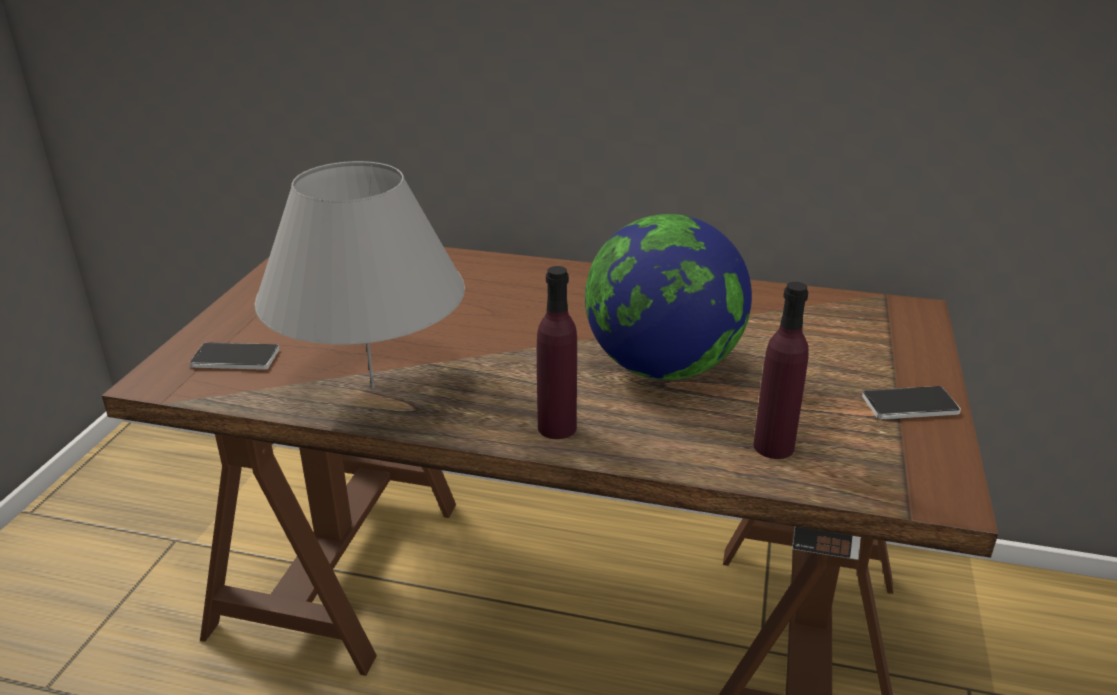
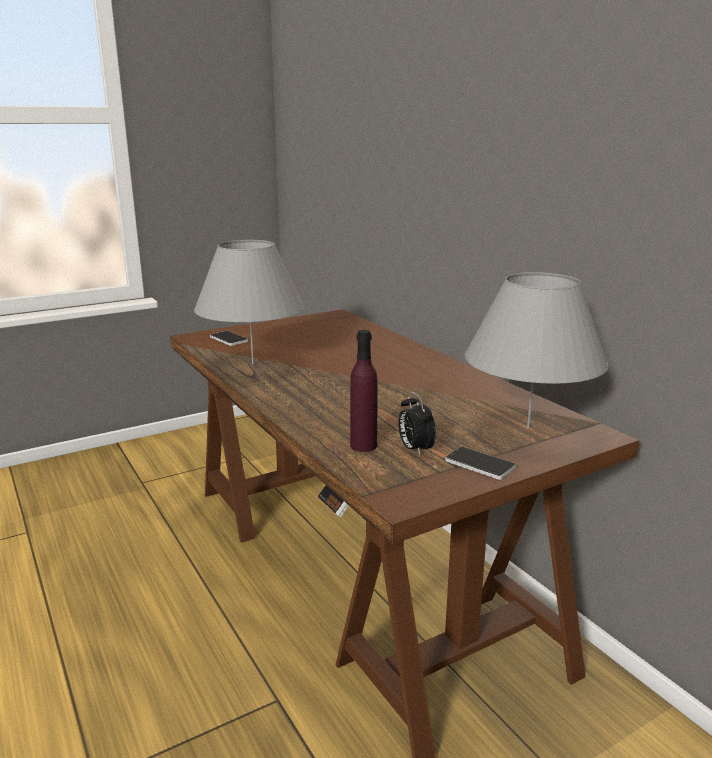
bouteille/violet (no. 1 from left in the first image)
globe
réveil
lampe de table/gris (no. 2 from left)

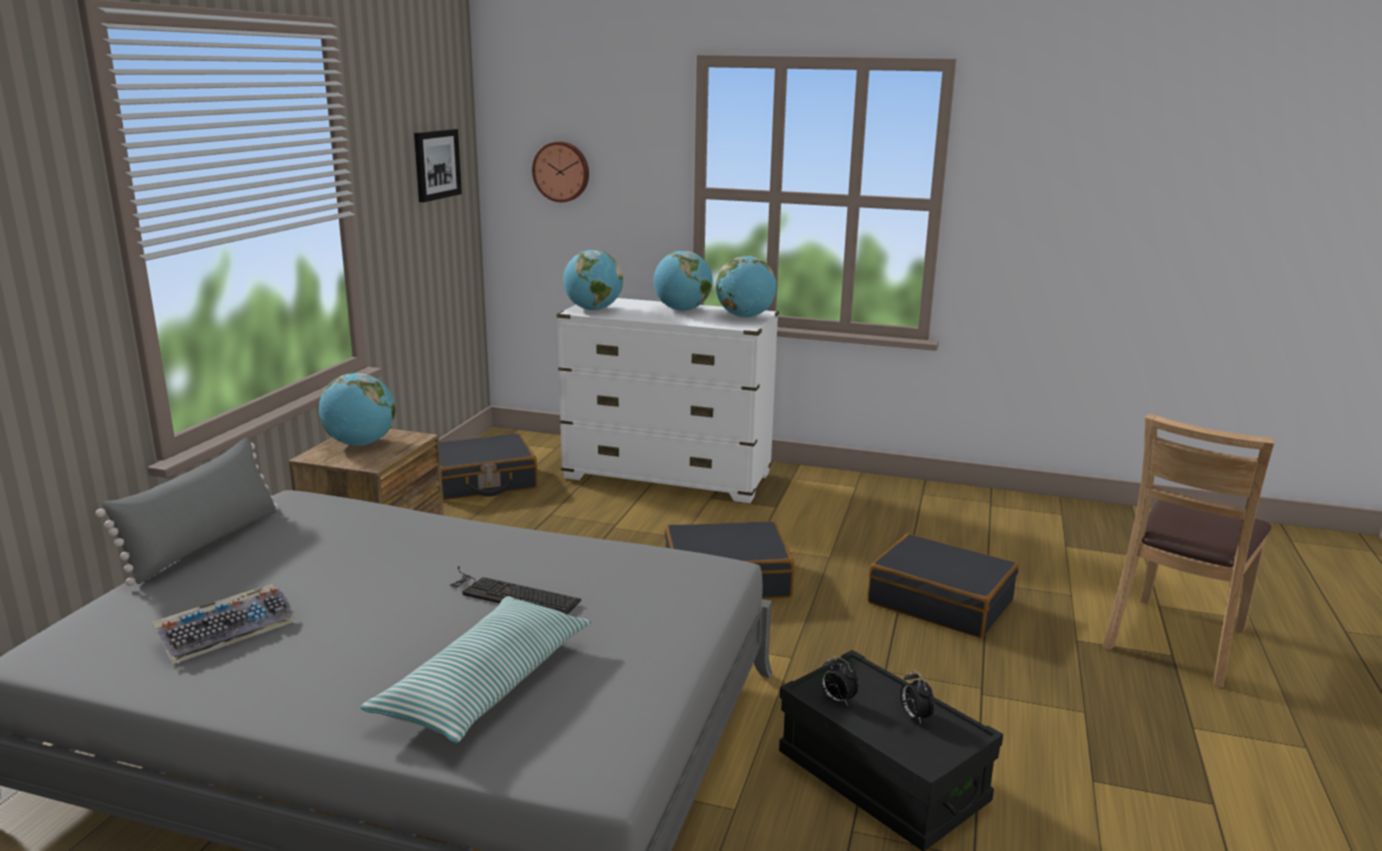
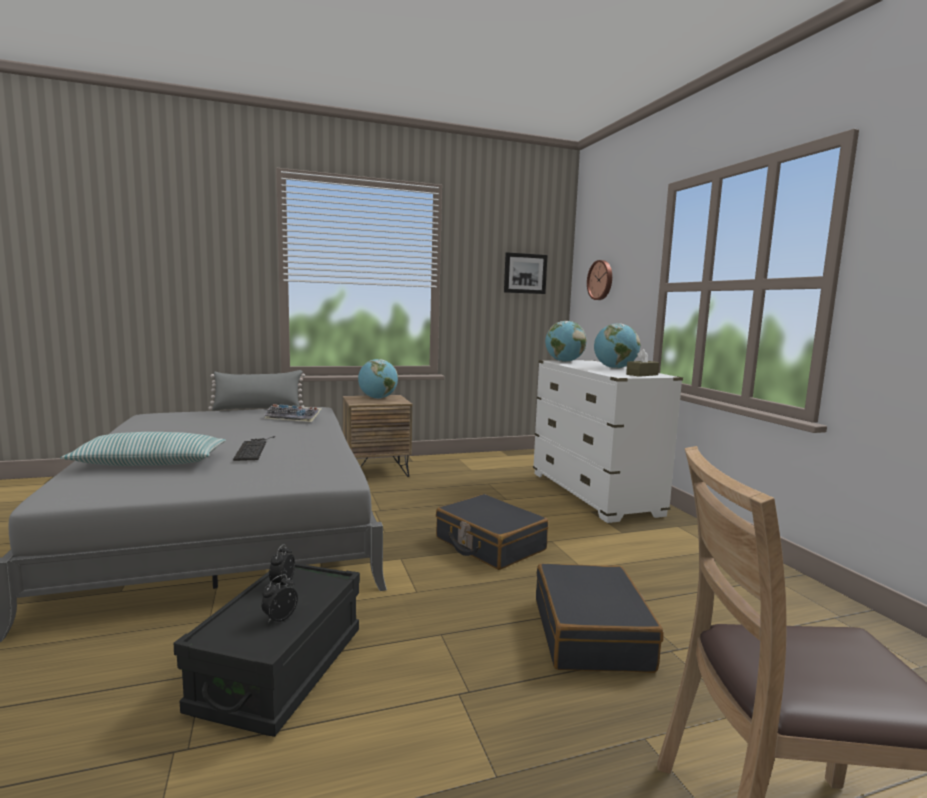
clavier (no. 2 from left)
valise/noir (no. 1 from left in the first image)
boîte à mouchoirs/marron

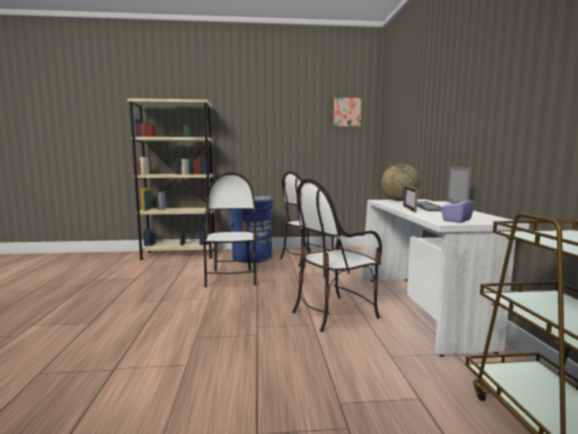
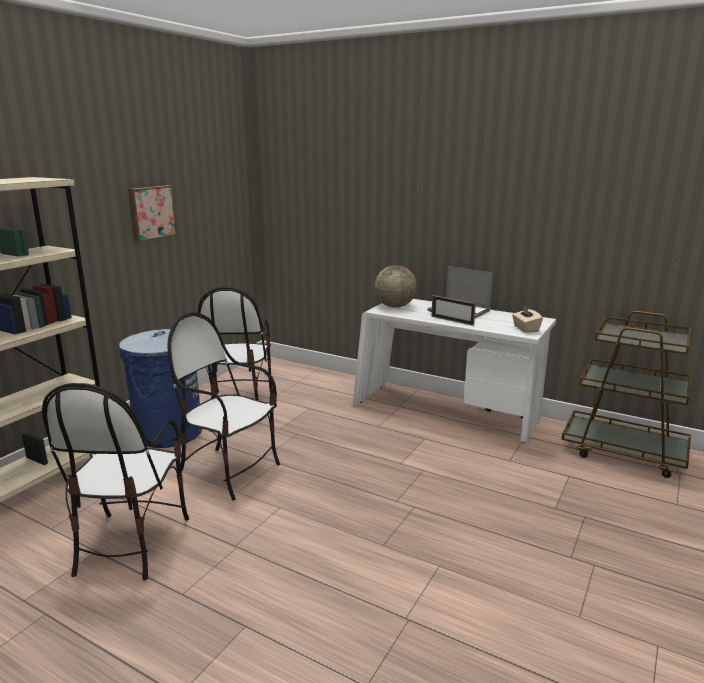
chaise (no. 1 from left)
tableau
boîte à mouchoirs/beige

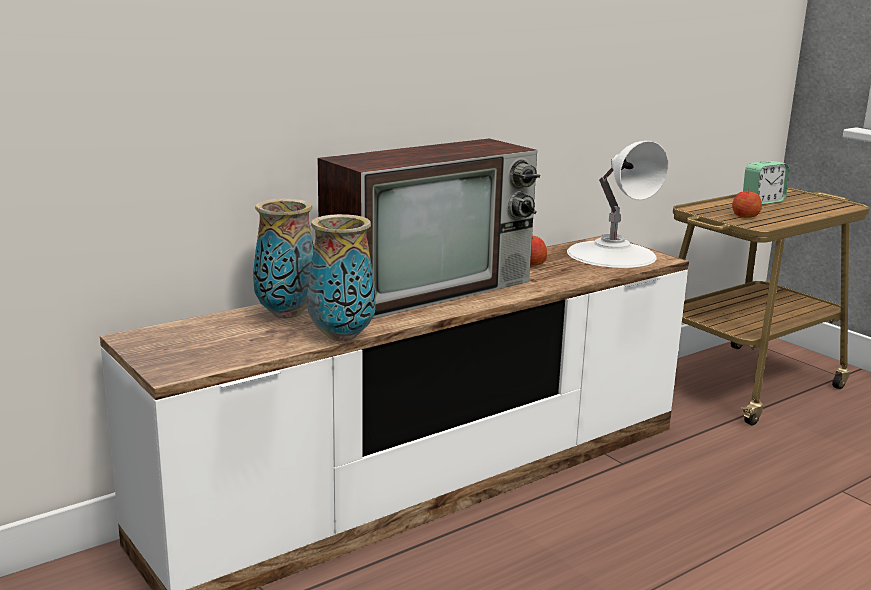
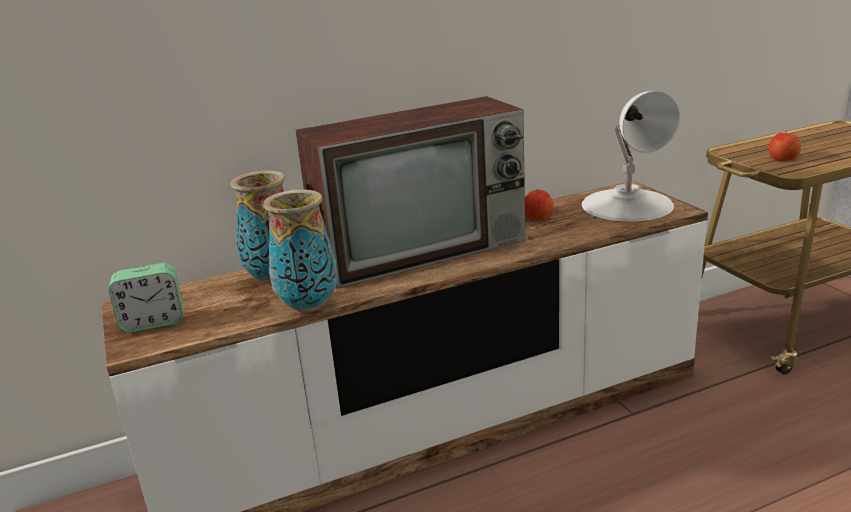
réveil

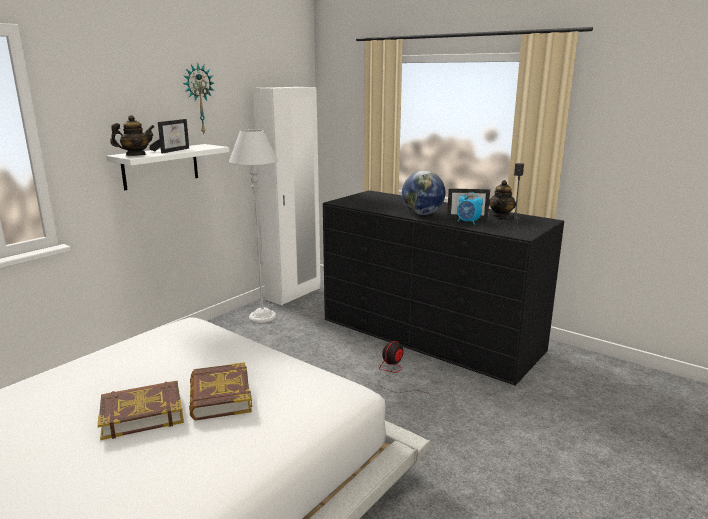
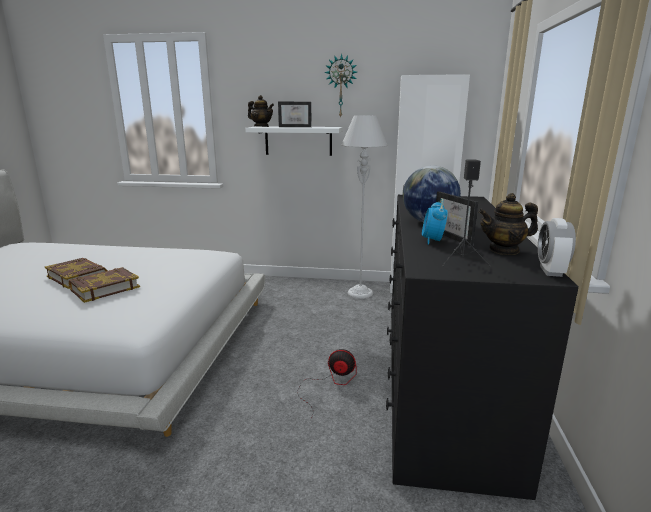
réveil (no. 2 from left)

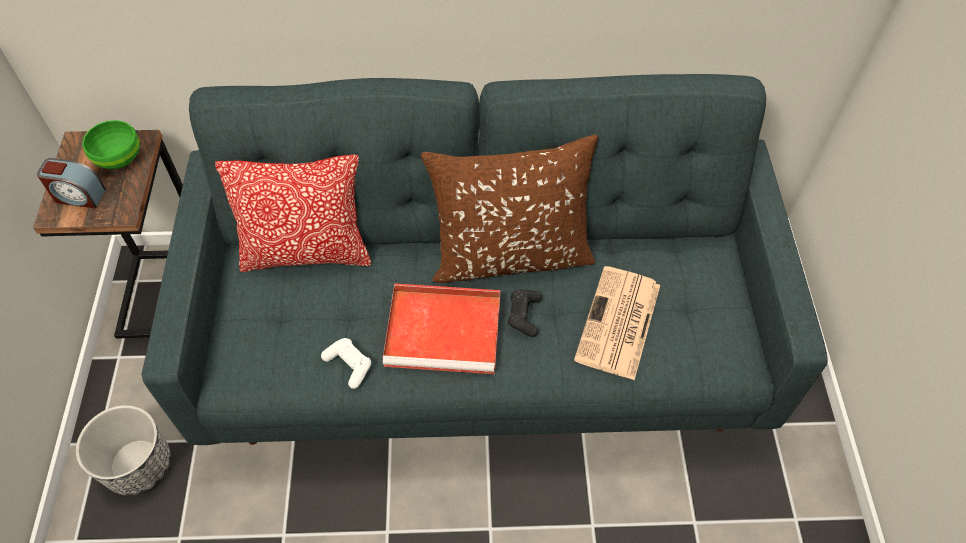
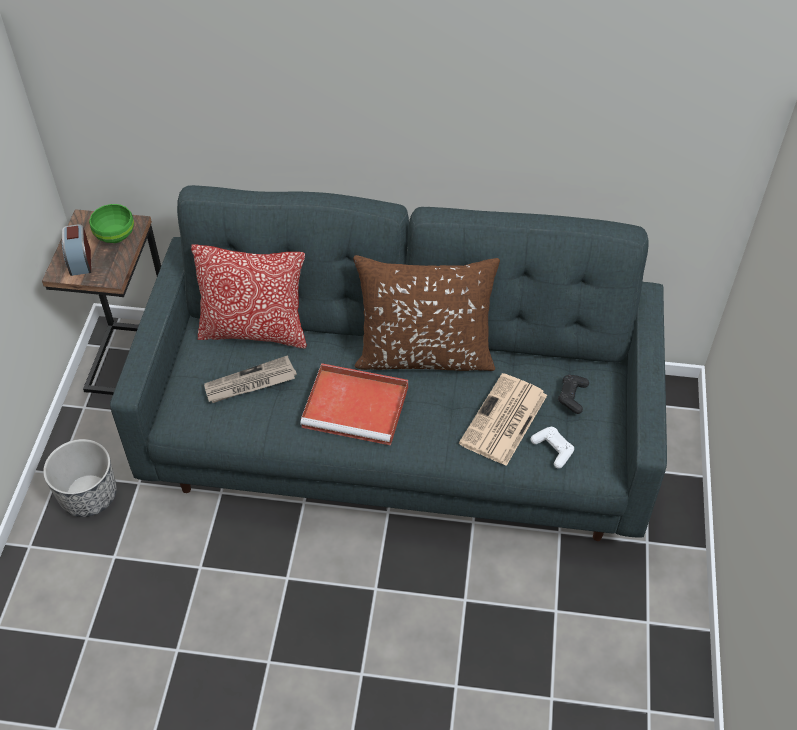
réveil
manette/blanc
manette/noir
journal (no. 1 from left)

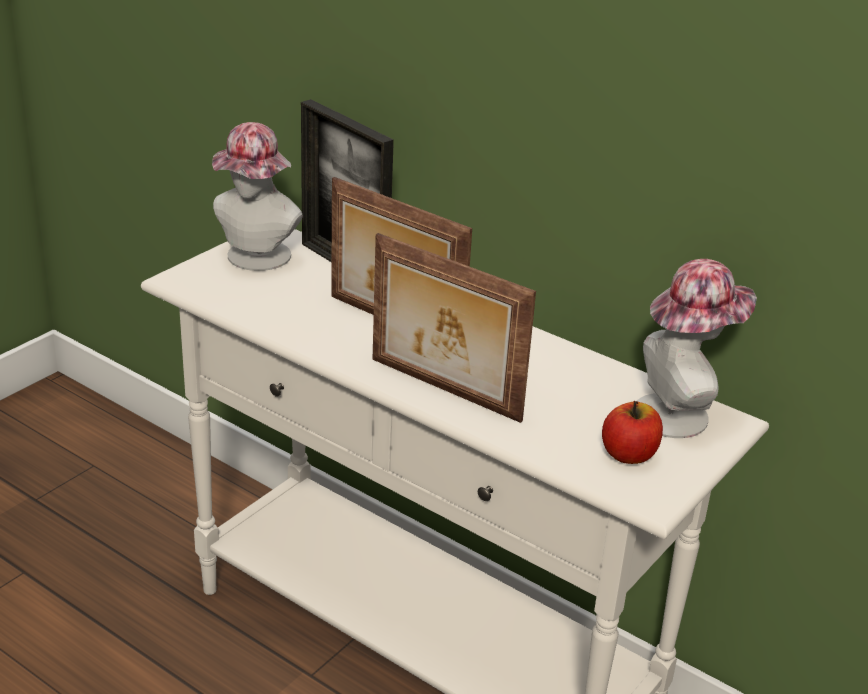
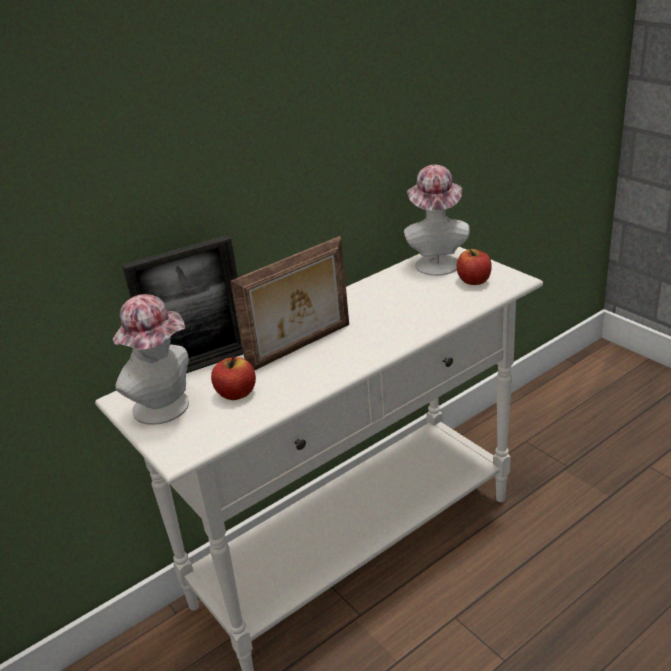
cadre photo (no. 3 from left in the first image)
pomme (no. 1 from left)

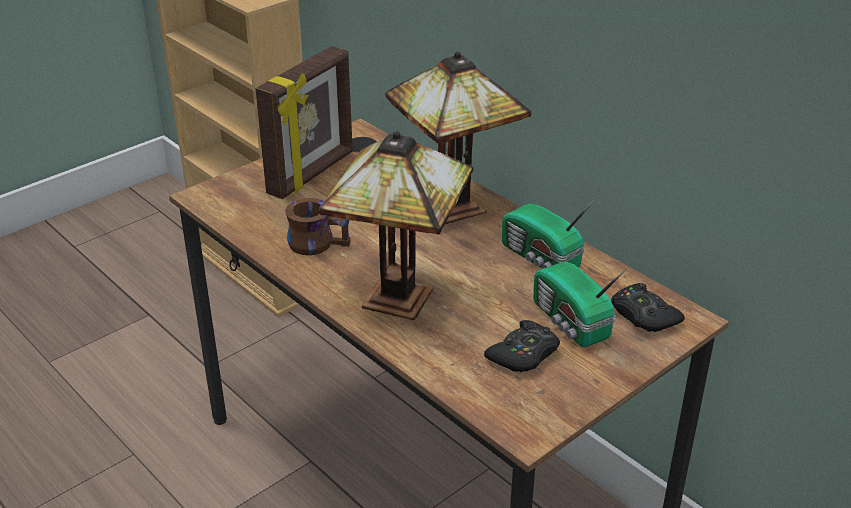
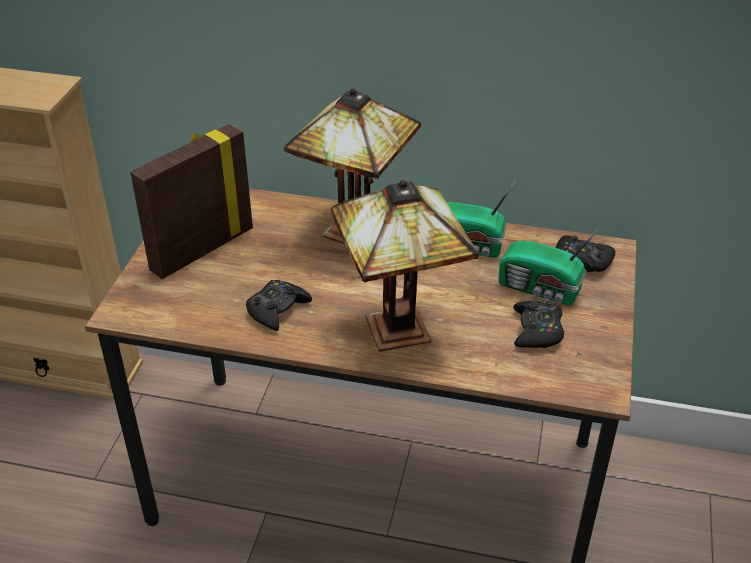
cadre photo
manette/noir (no. 1 from left)

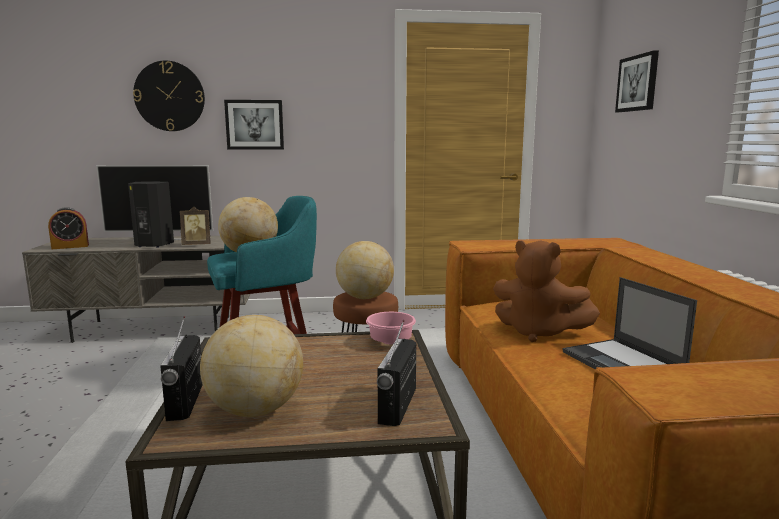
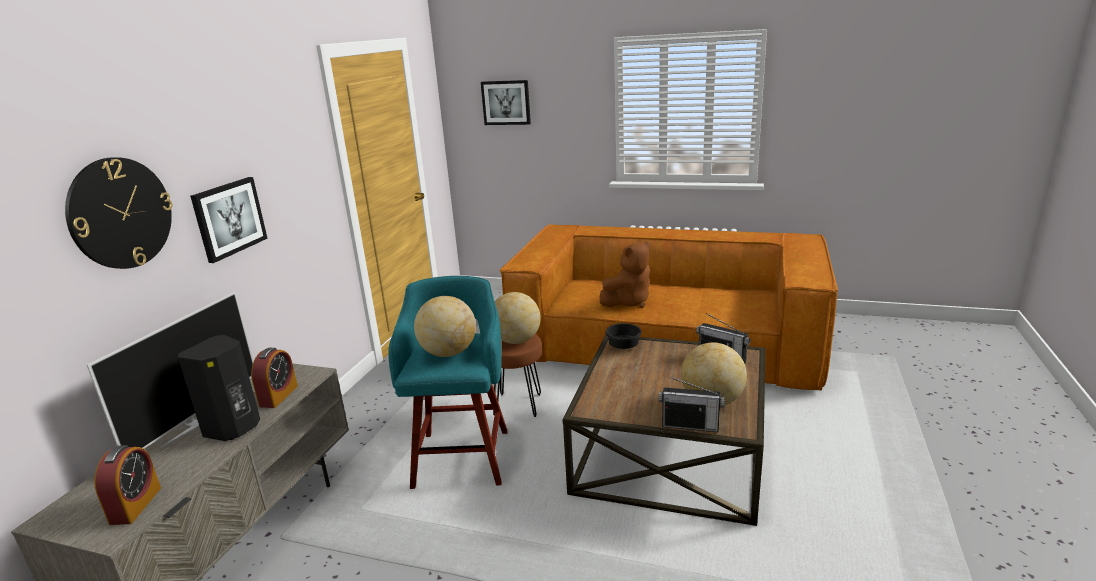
réveil (no. 2 from left)
bol/noir
ordinateur portable

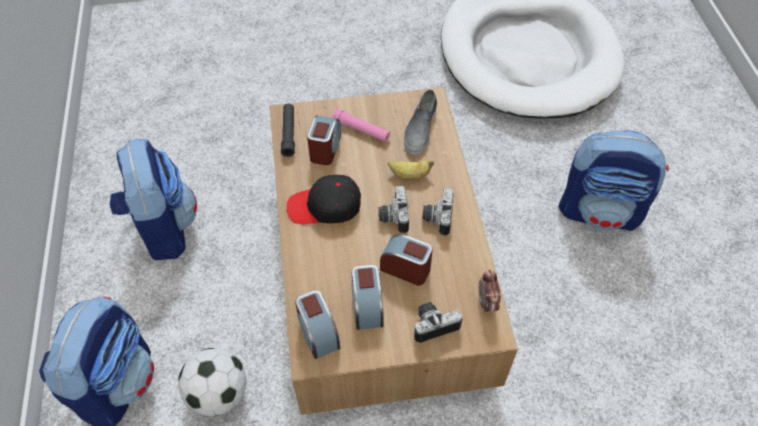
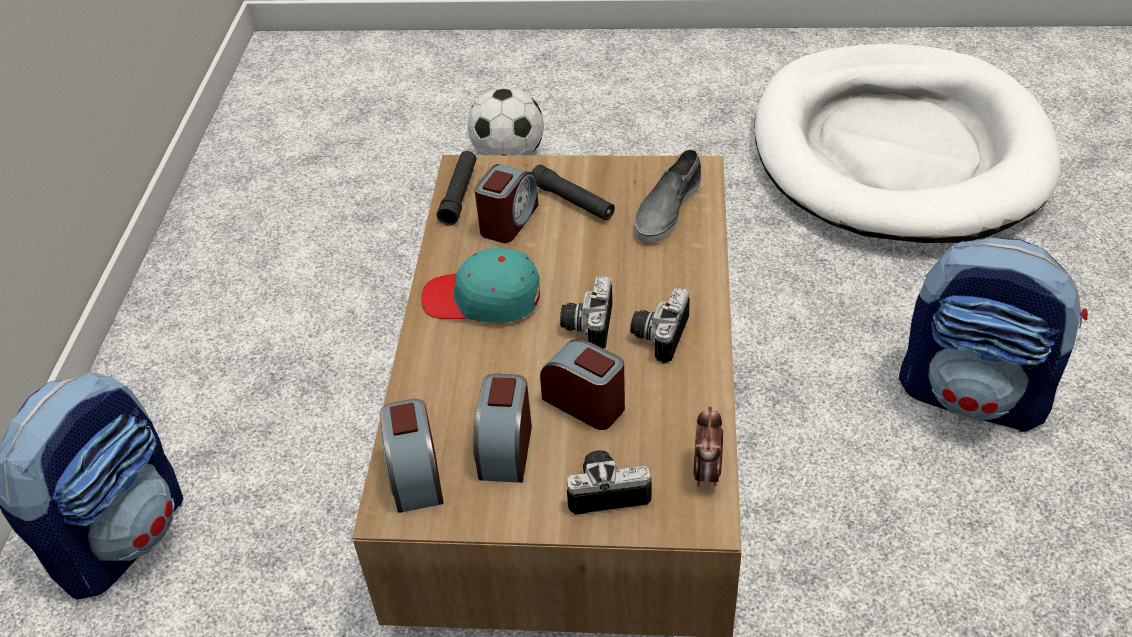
sac à dos (no. 2 from left in the first image)
ballon de foot
casquette/turquoise
lampe de poche/noir (no. 2 from left)
banane

